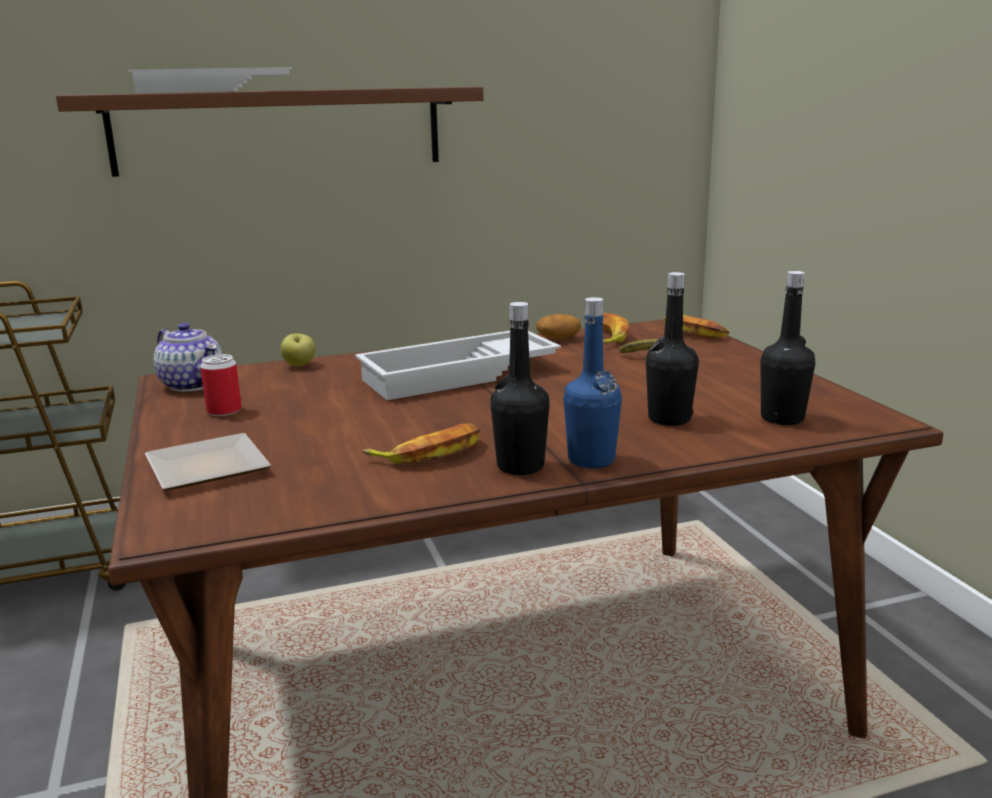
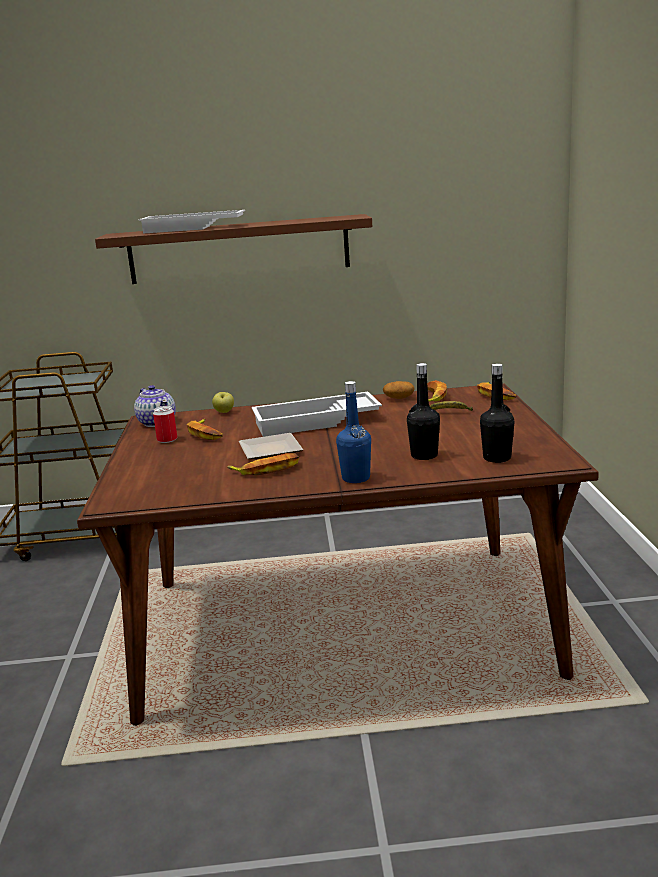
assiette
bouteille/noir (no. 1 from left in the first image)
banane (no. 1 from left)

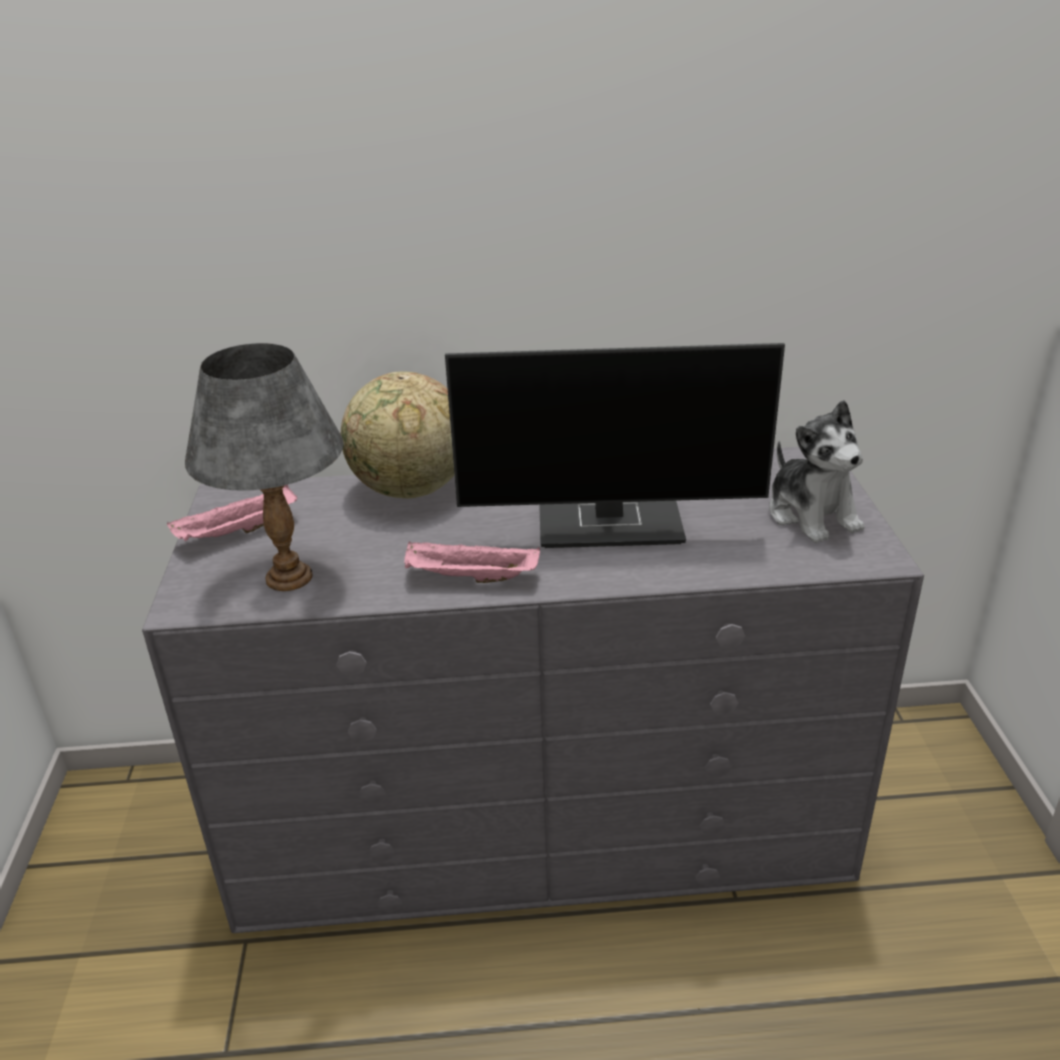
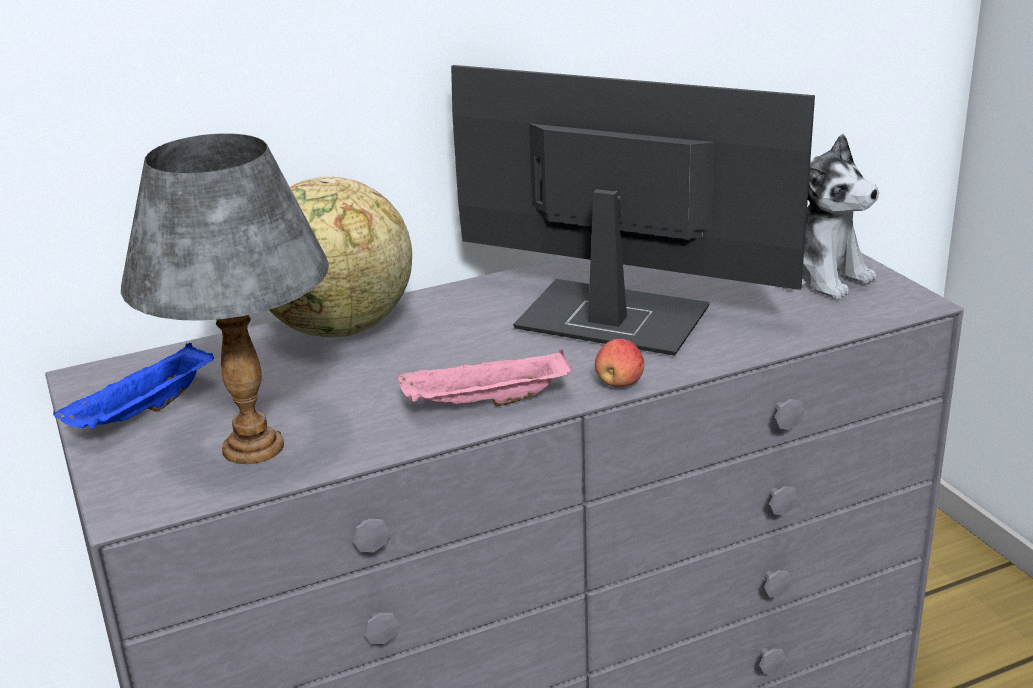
plateau/bleu
écran d'ordinateur
pomme

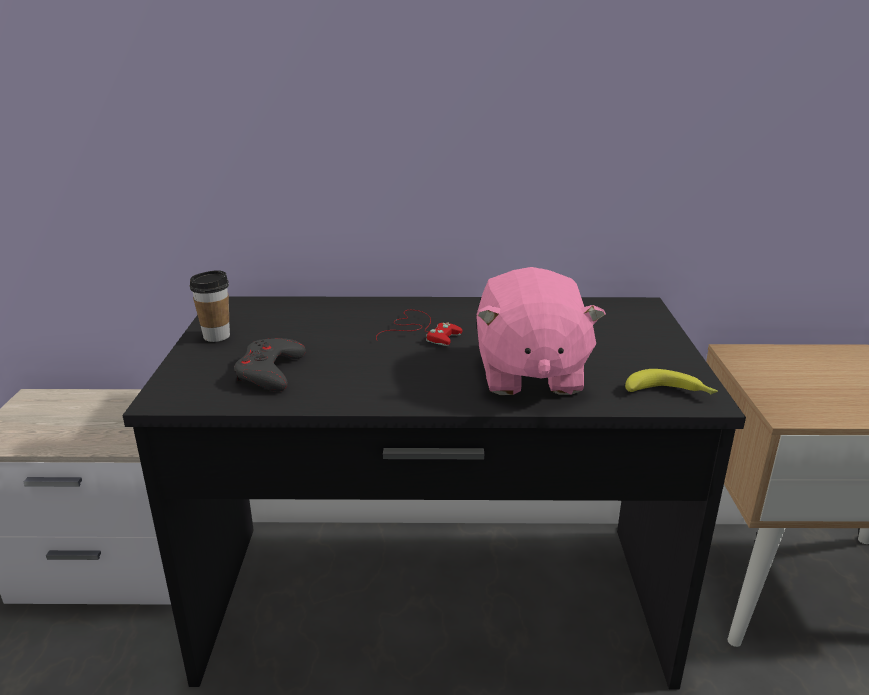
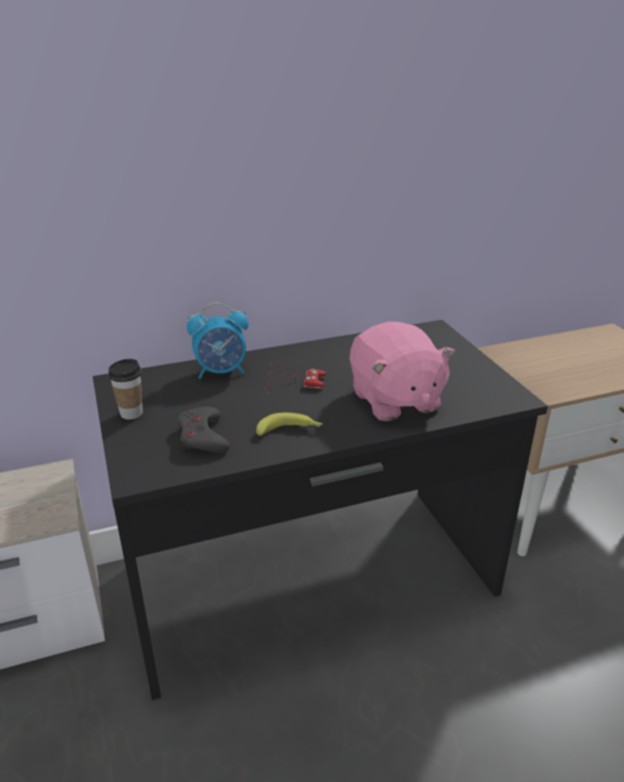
banane
réveil

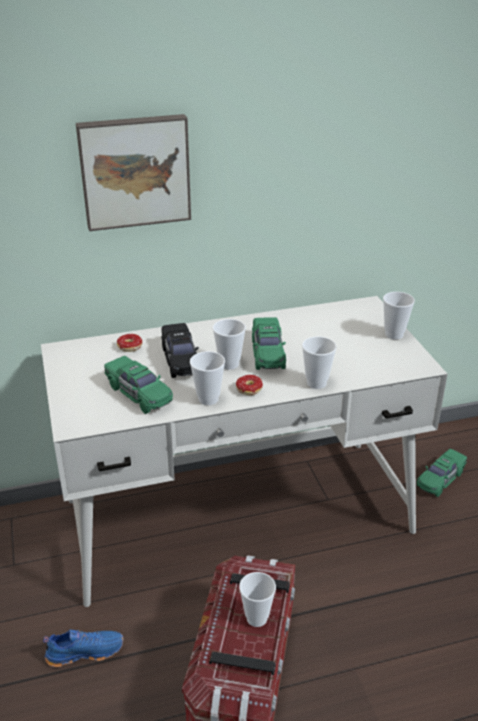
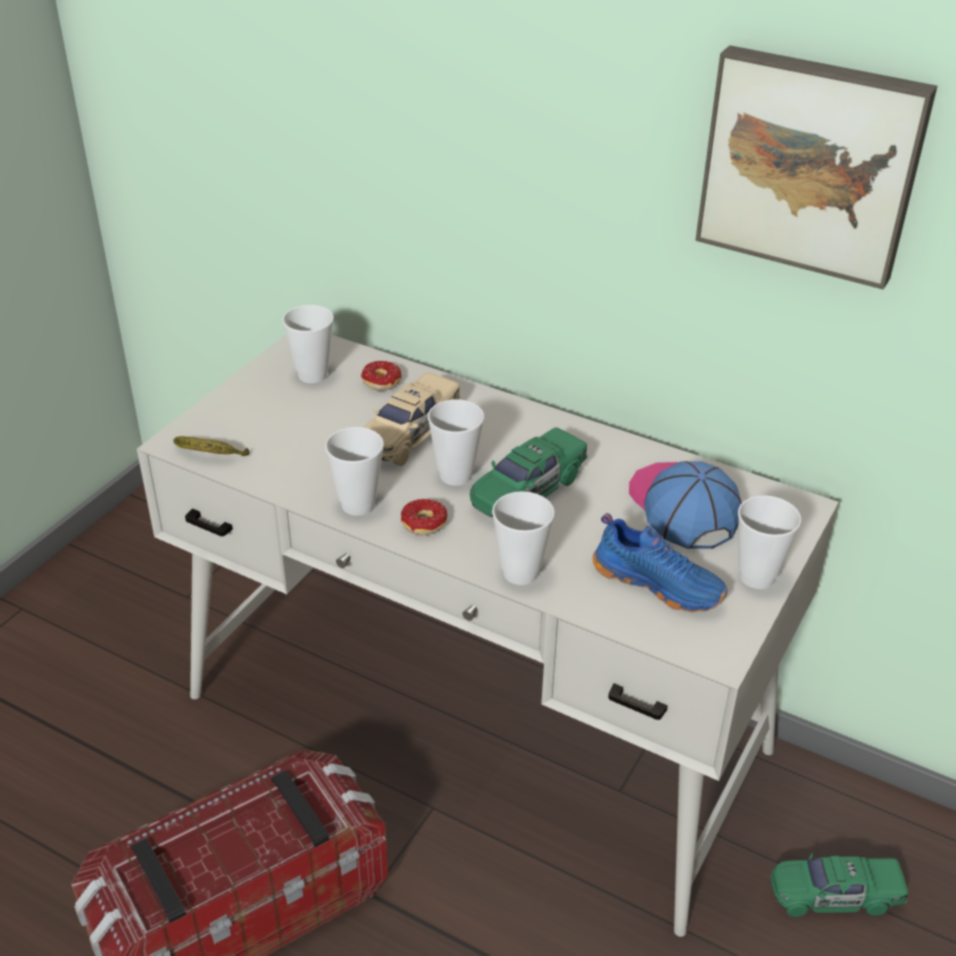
chaussure/bleu
tableau
petite voiture/vert (no. 1 from left in the first image)
petite voiture/beige
tasse (no. 1 from left)
banane
casquette

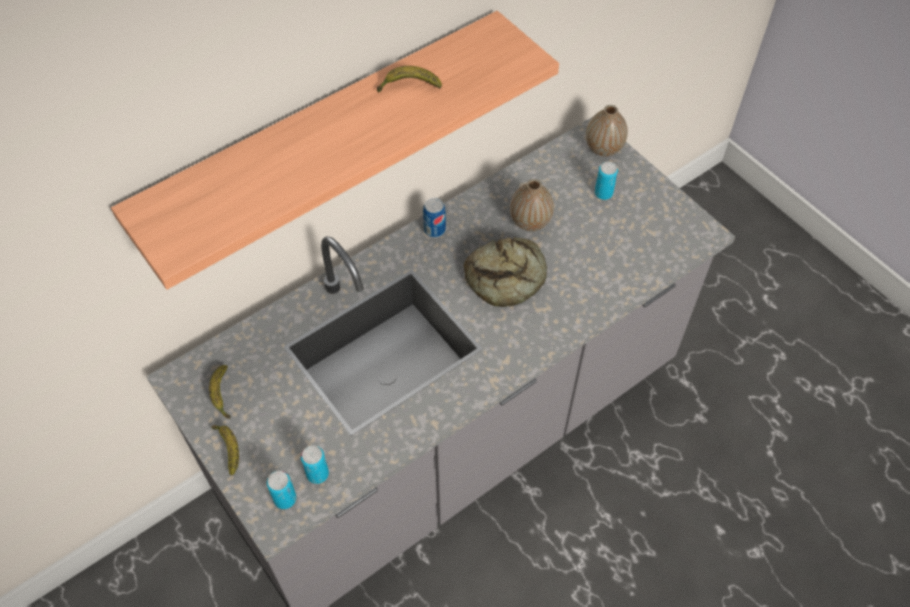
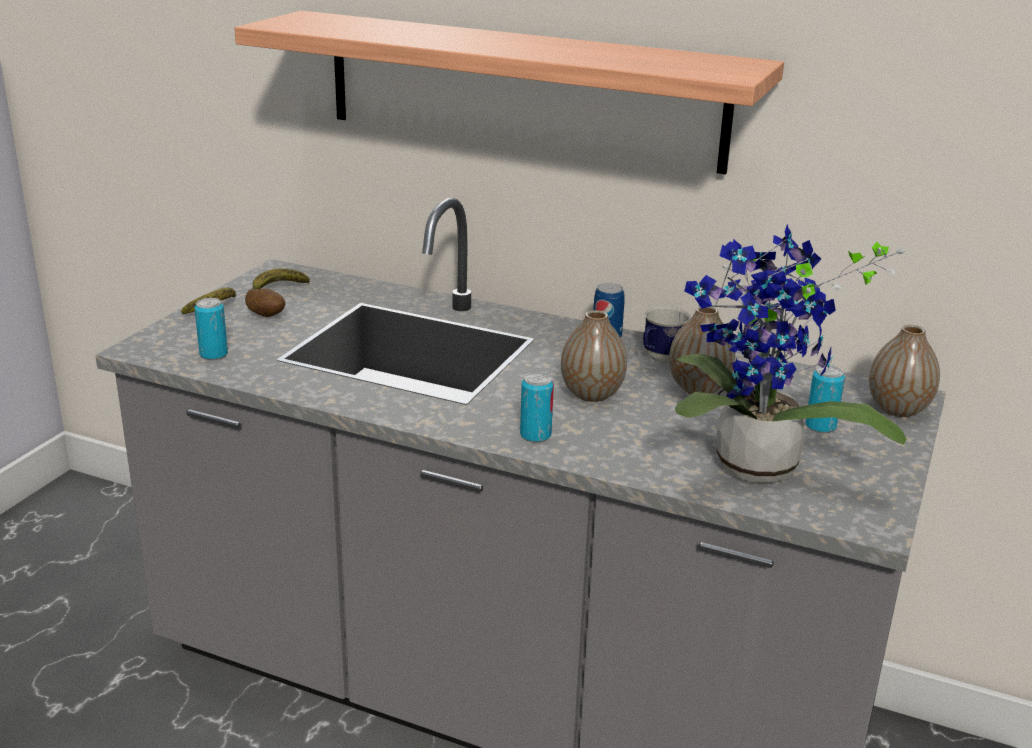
boîte métallique (no. 2 from left)
banane (no. 3 from left in the first image)
vase (no. 1 from left)
pomme de terre
mug
plante en pot

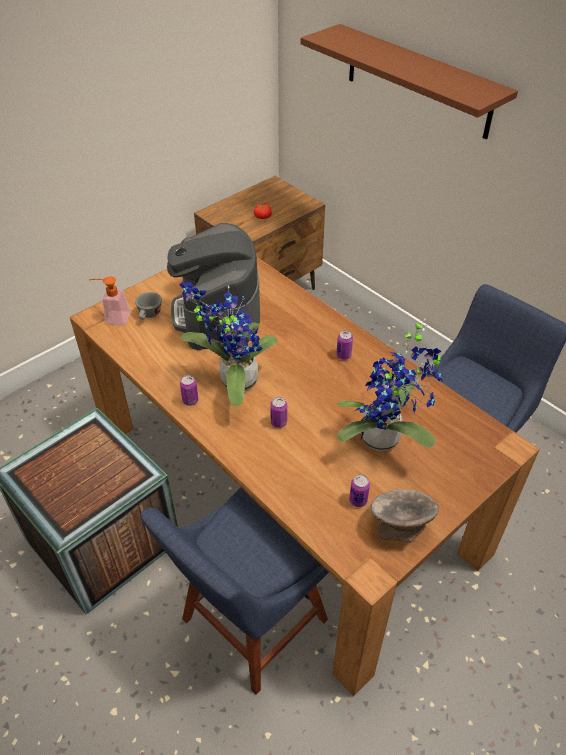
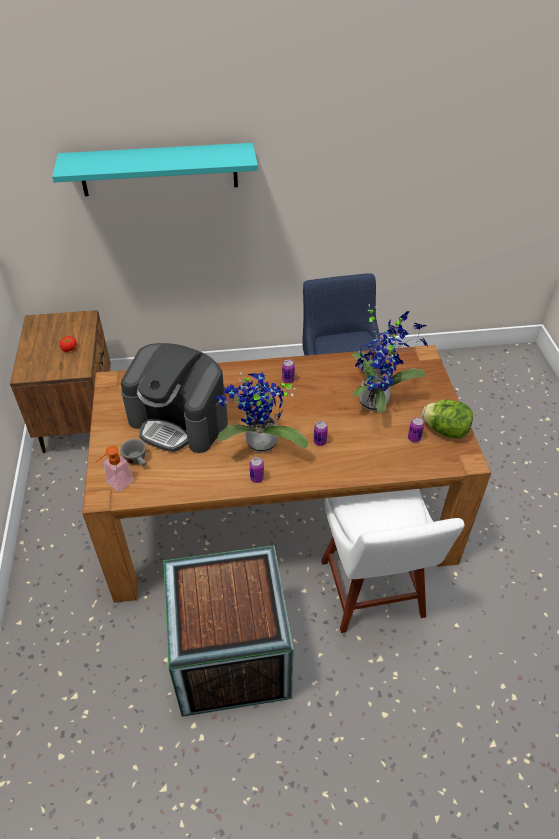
chaise/blanc
étagère/turquoise
laitue

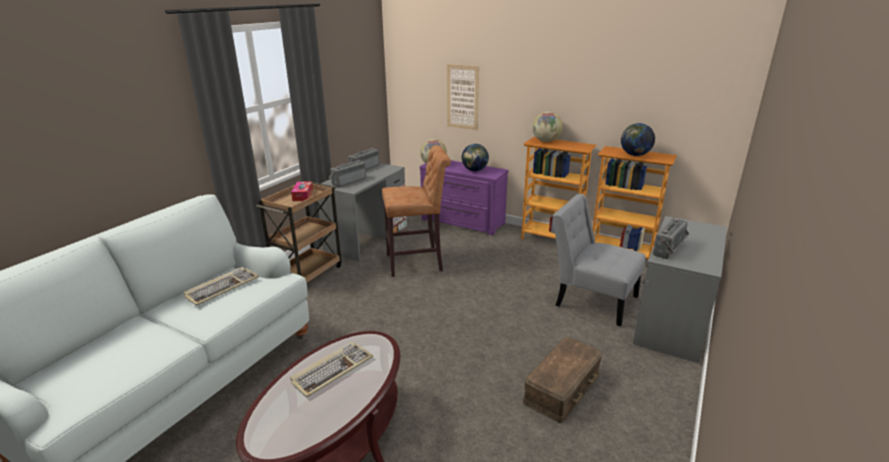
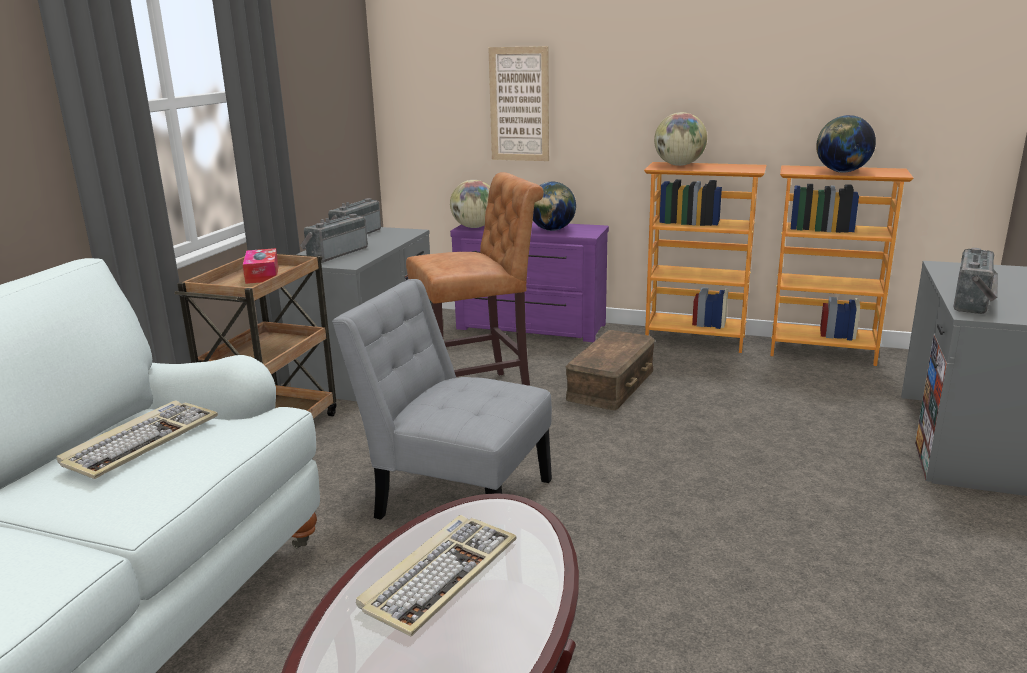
boîte de rangement/marron
chaise/gris

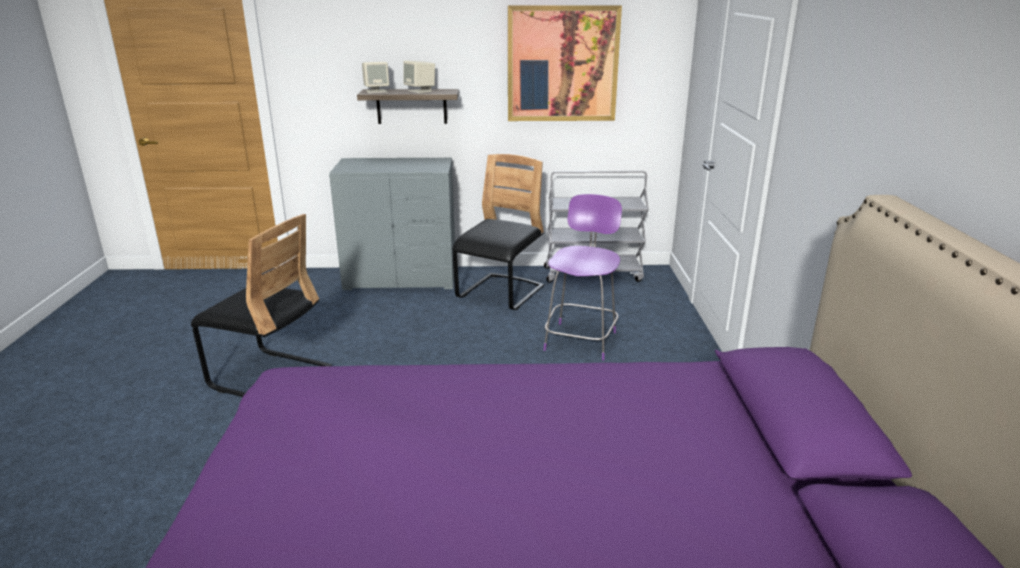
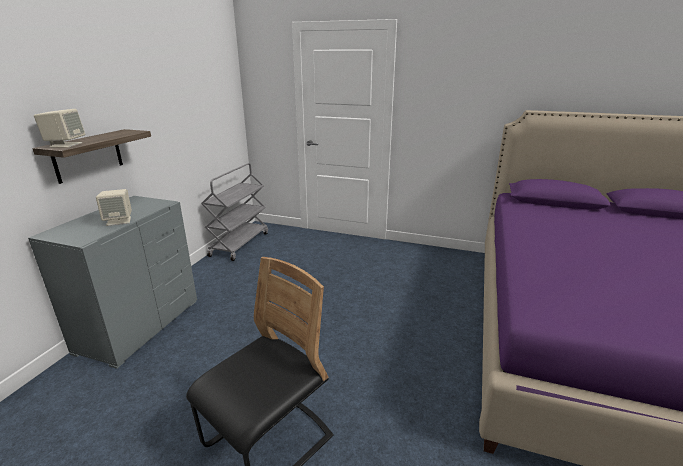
enceinte/beige (no. 2 from left)
chaise/noir (no. 2 from left in the first image)
tableau
chaise/violet

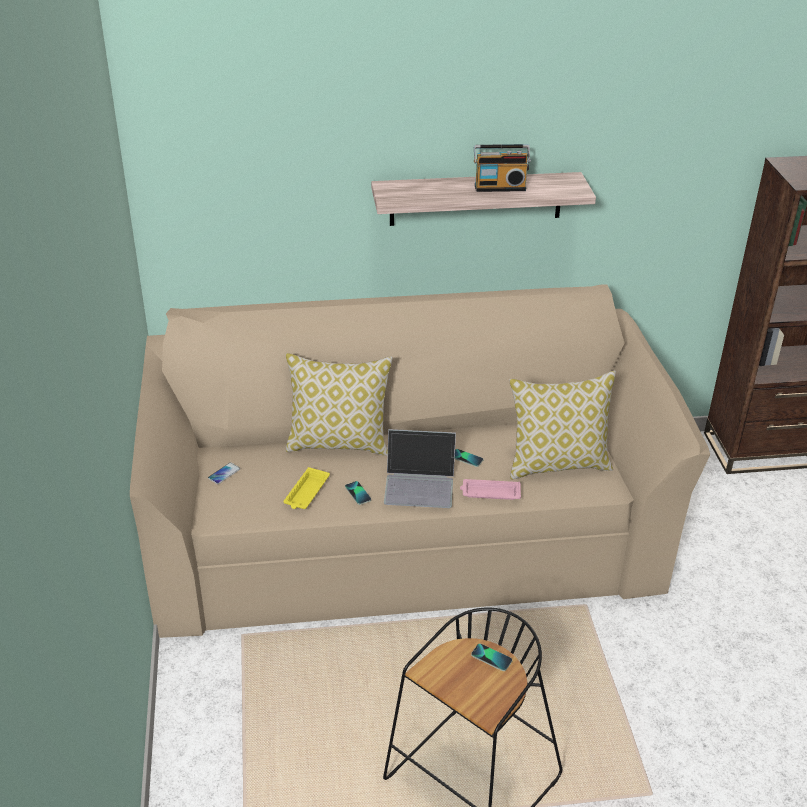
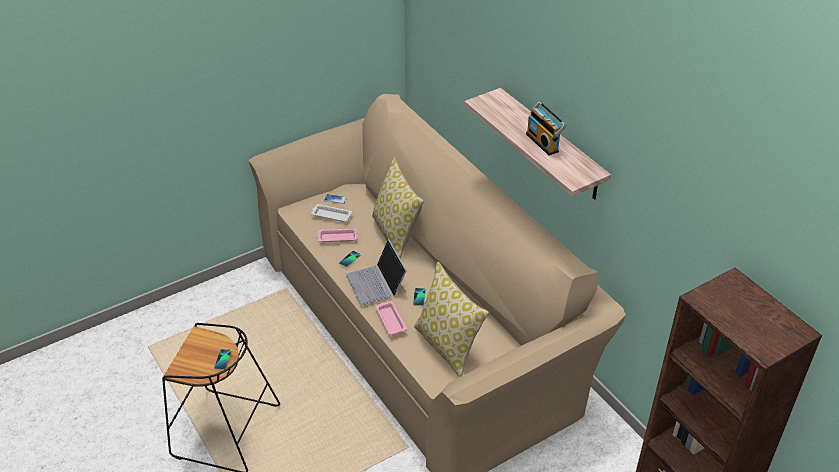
plateau/rose (no. 1 from left)
plateau/blanc

